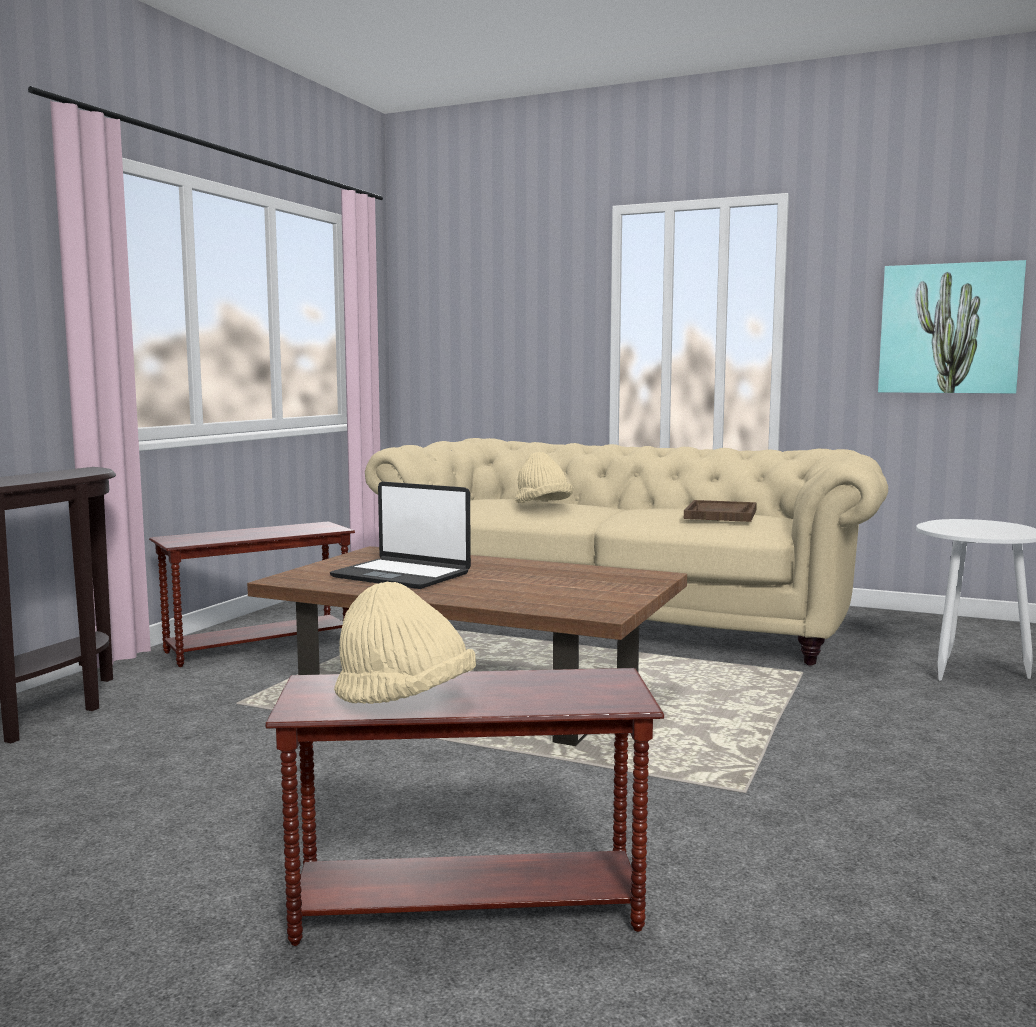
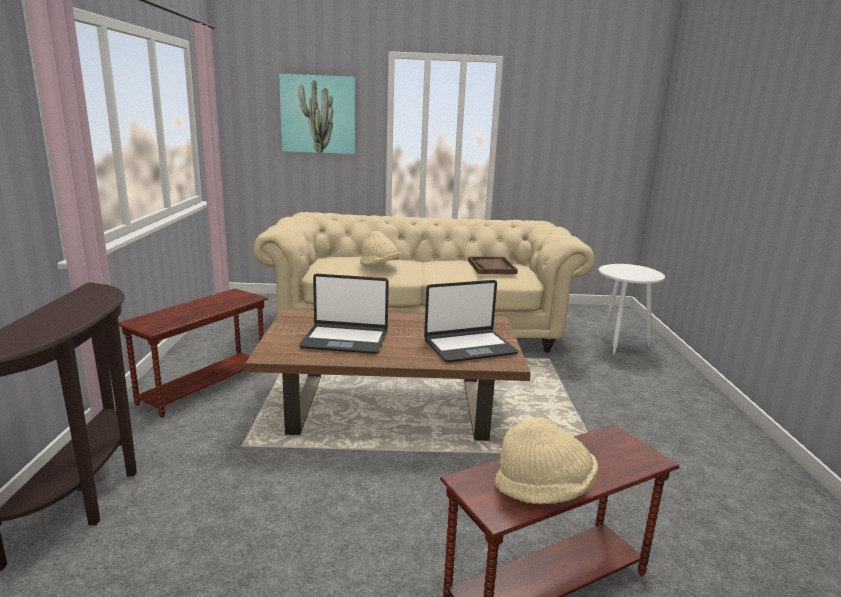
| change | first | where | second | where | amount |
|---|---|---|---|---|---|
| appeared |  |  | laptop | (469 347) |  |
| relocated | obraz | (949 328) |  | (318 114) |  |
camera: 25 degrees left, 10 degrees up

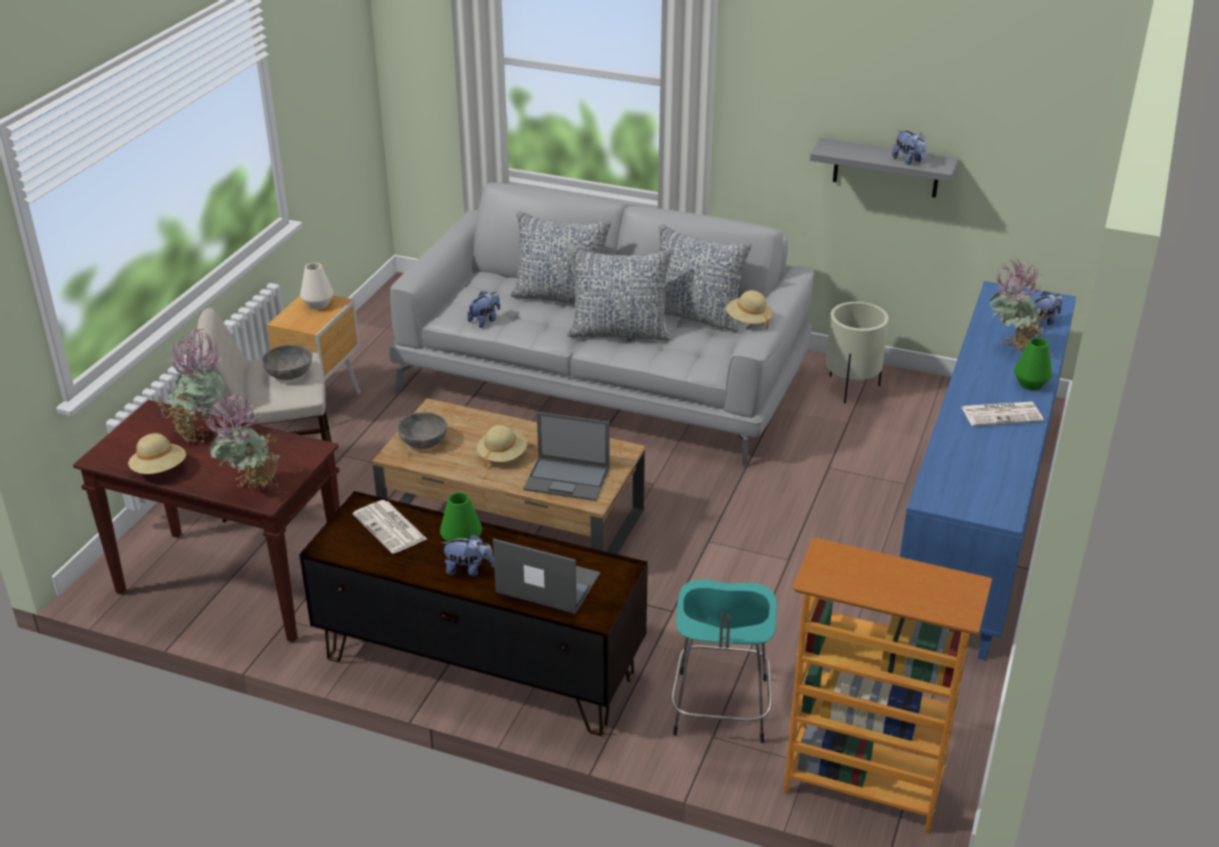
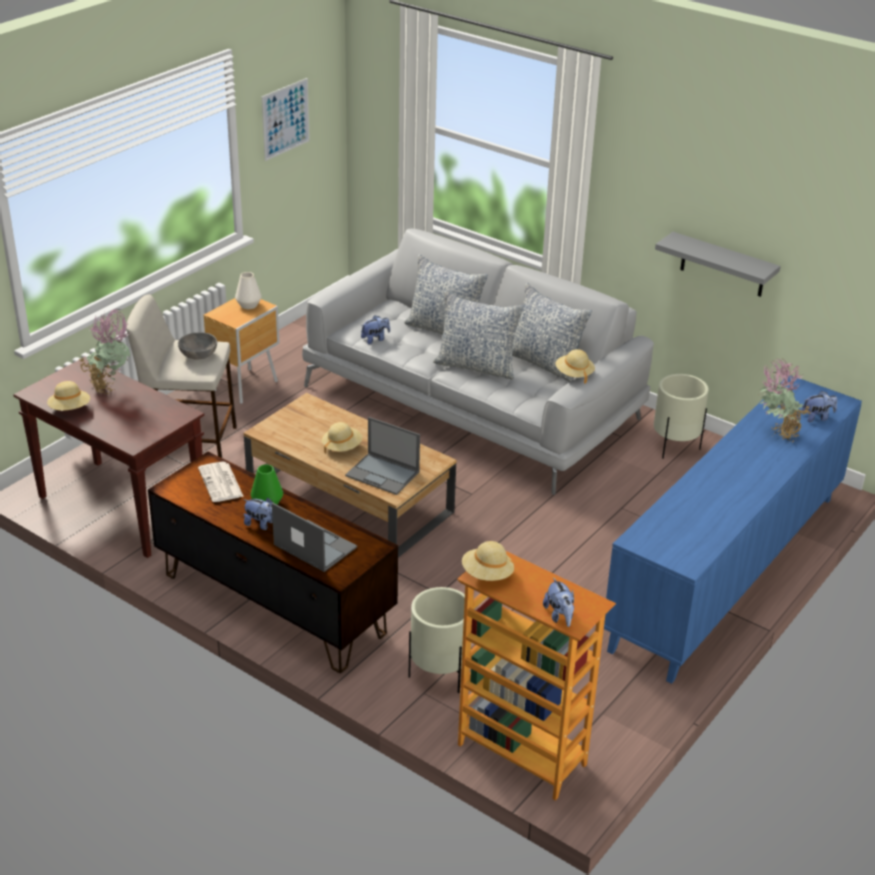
| change | first | where | second | where | amount |
|---|---|---|---|---|---|
| missing | roślina doniczkowa | (252 490) |  |  |  |
| missing | miska [szary] | (423 442) |  |  |  |
| missing | gazeta | (1002 414) |  |  |  |
| missing | wazon [zielony] | (1030 383) |  |  |  |
| appeared |  |  | obraz | (285 119) |  |
| appeared |  |  | kapelusz [beżowy] | (487 574) |  |
| relocated | pluszak | (909 161) |  | (559 616) |  |
| exchanged | stołek [turkusowy] | (720 710) | donica [beżowy] | (439 674) |  |
camera: 15 degrees right, 0 degrees up

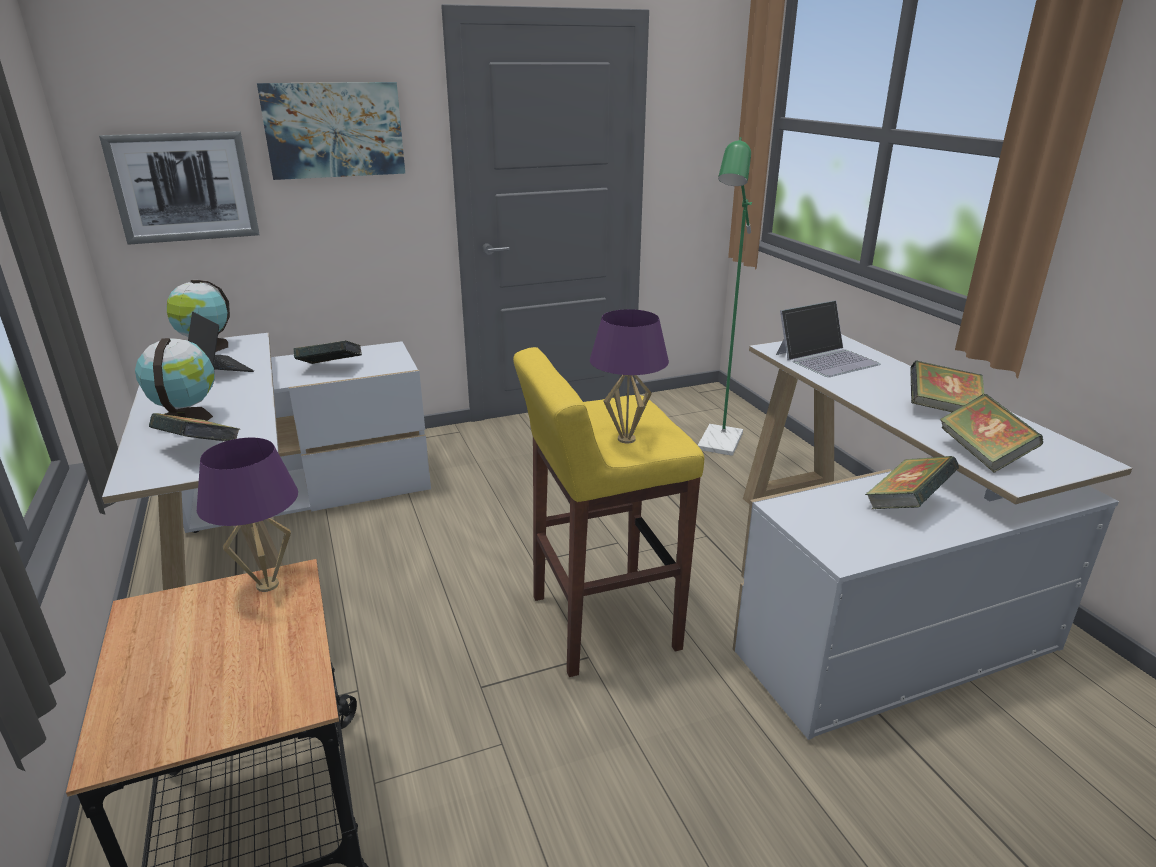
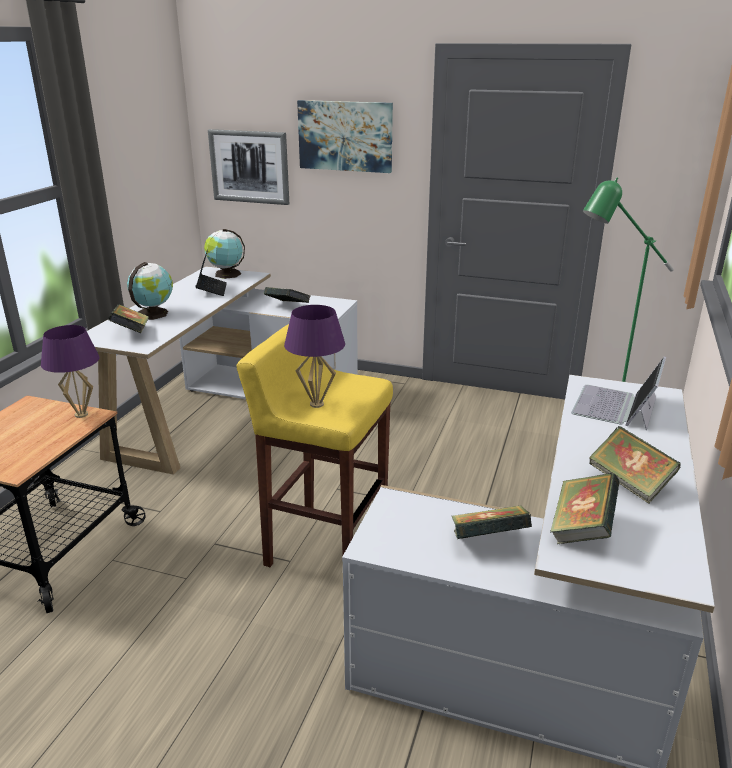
| change | first | where | second | where | amount |
|---|---|---|---|---|---|
| spun | laptop | (827 359) |  | (616 406) | 105 degrees clockwise |
camera: 40 degrees right, 0 degrees up

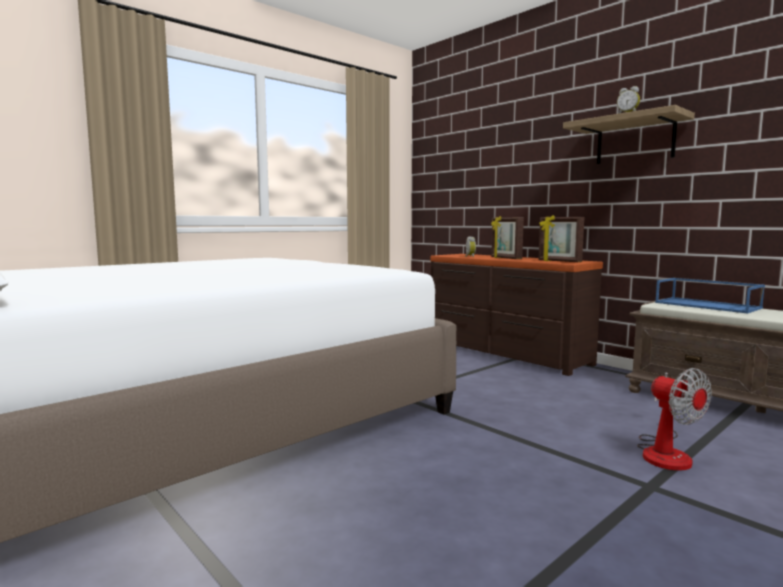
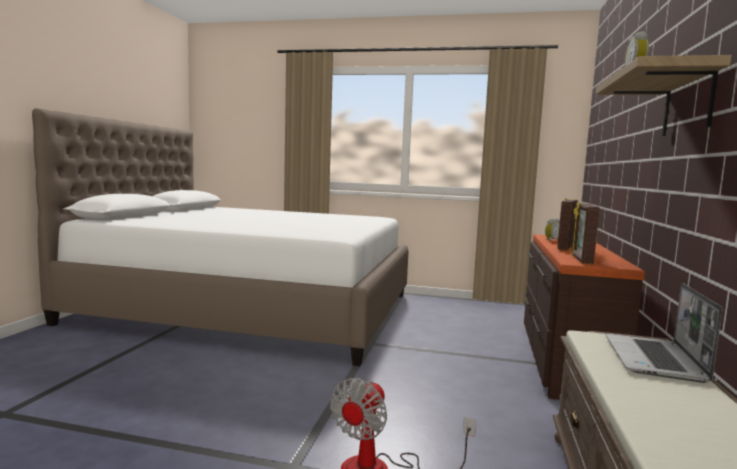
| change | first | where | second | where | amount |
|---|---|---|---|---|---|
| exchanged | taca [niebieski] | (708 305) | laptop | (655 360) |  |
camera: 55 degrees right, 0 degrees up

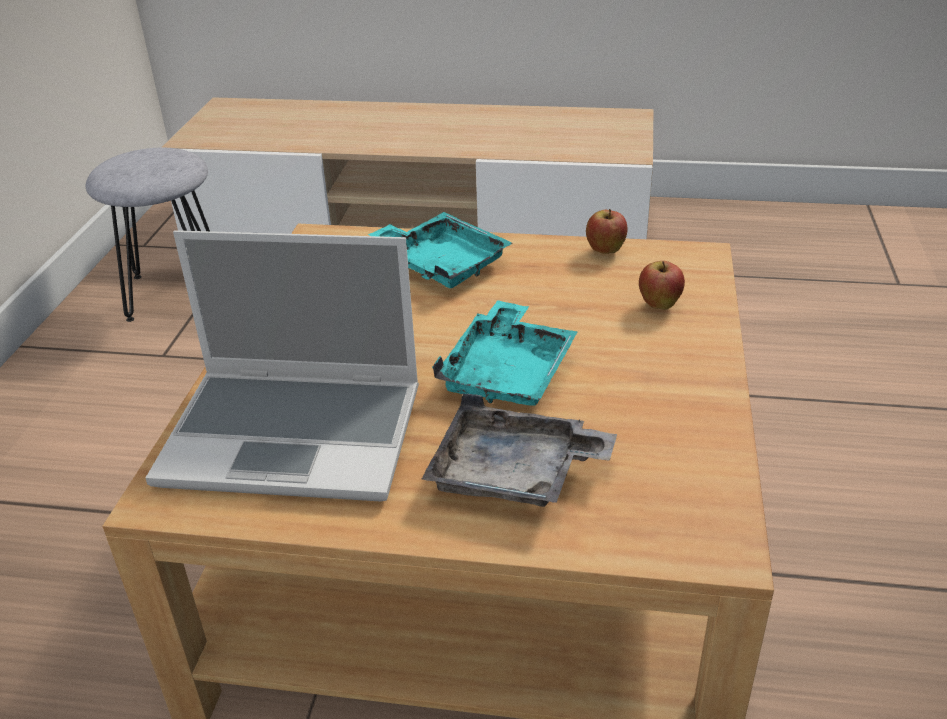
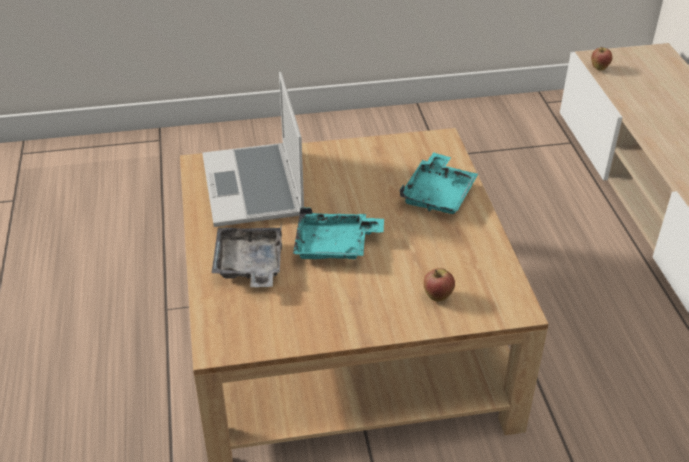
| change | first | where | second | where | amount |
|---|---|---|---|---|---|
| missing | stołek [szary] | (176 291) |  |  |  |
| relocated | jabłko | (605 251) |  | (599 68) |  |
camera: 70 degrees right, 5 degrees up

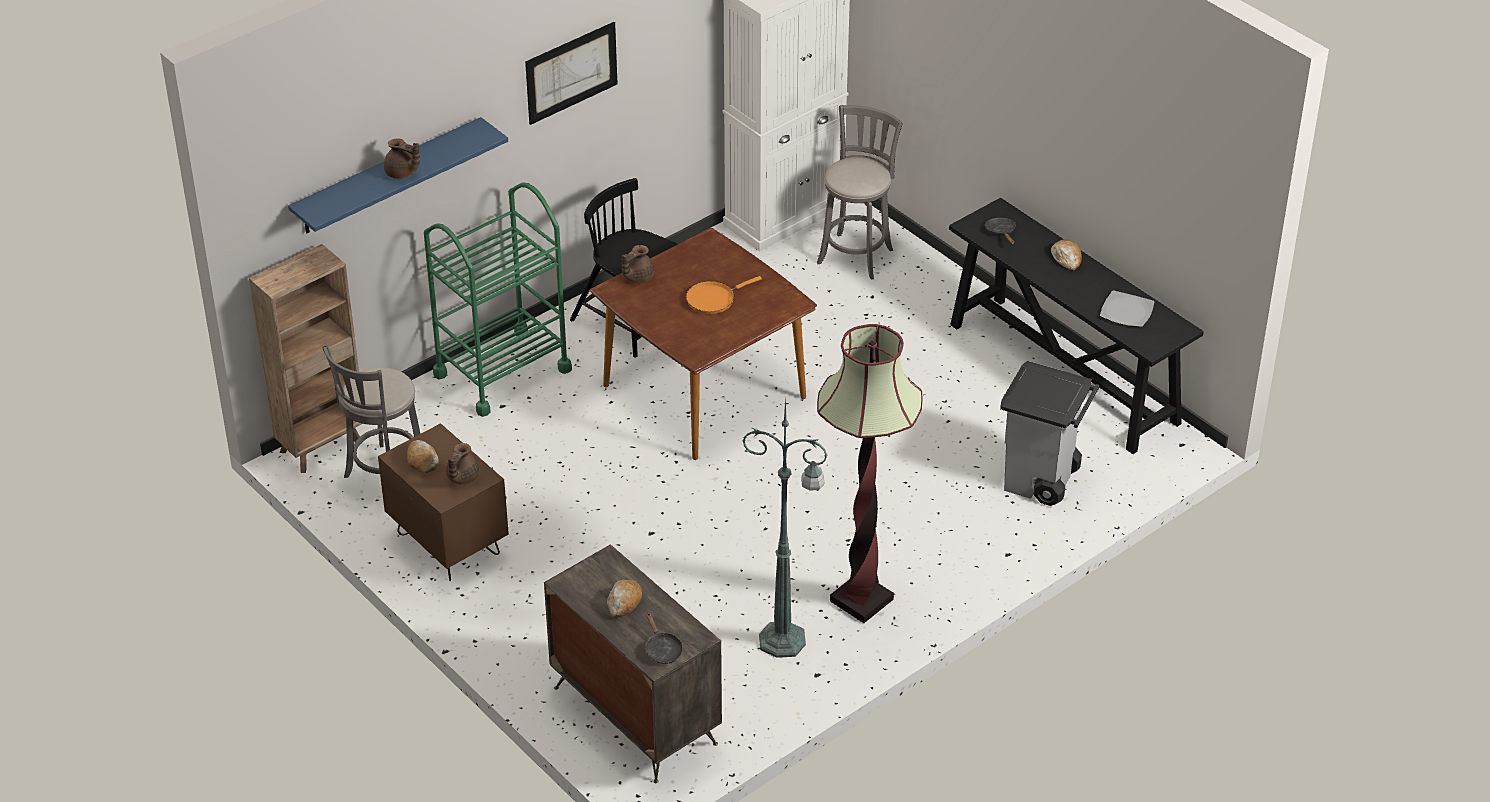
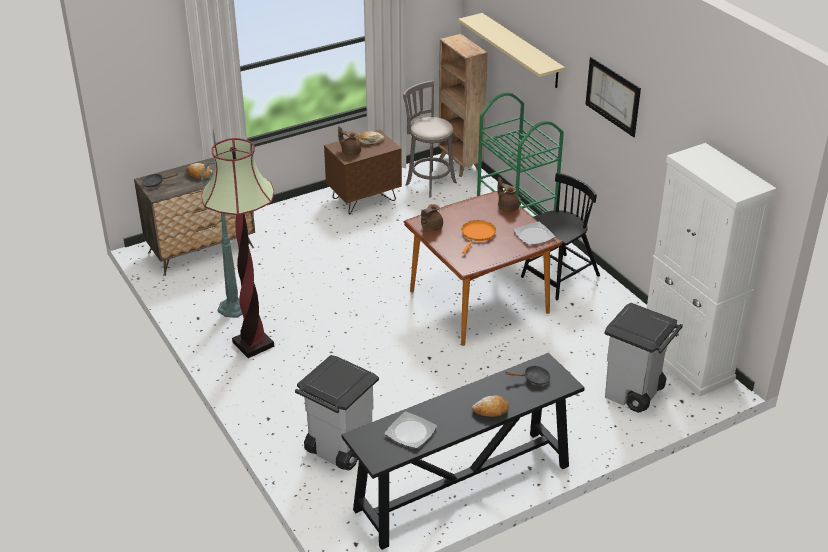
| change | first | where | second | where | amount |
|---|---|---|---|---|---|
| appeared |  |  | talerz | (534 235) |  |
| relocated | imbryk [brązowy] | (402 173) |  | (431 228) |  |
| exchanged | stołek [szary] | (856 254) | kosz na śmieci [szary] | (633 394) |  |
| colour | półka [niebieski] | (388 176) | półka [beżowy] | (521 50) |  |
| spun | patelnia [pomarańczowy] | (713 299) |  | (477 234) | 45 degrees clockwise |
camera: 100 degrees right, 5 degrees down

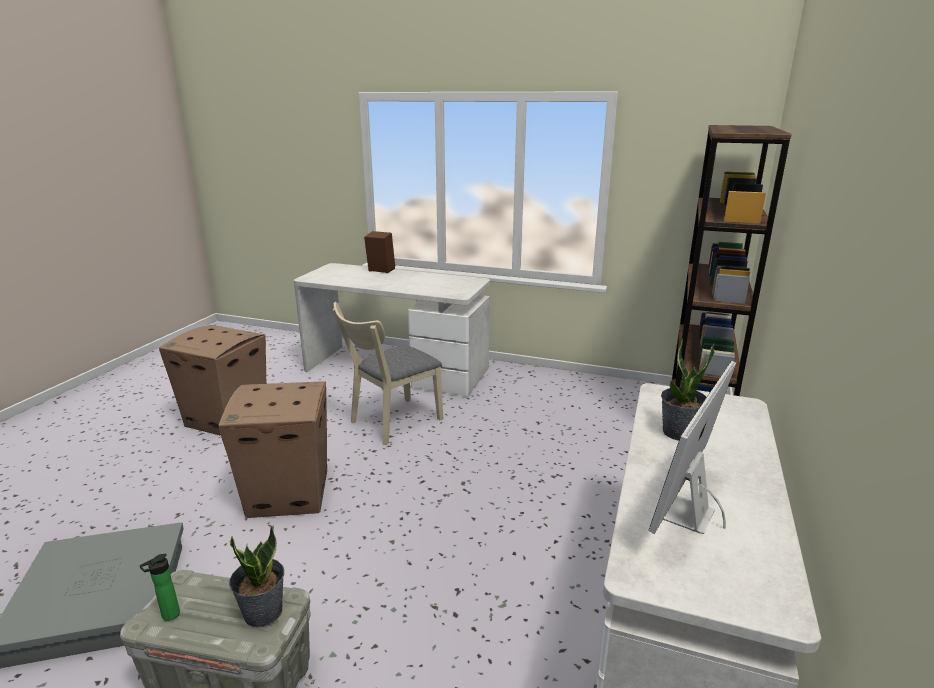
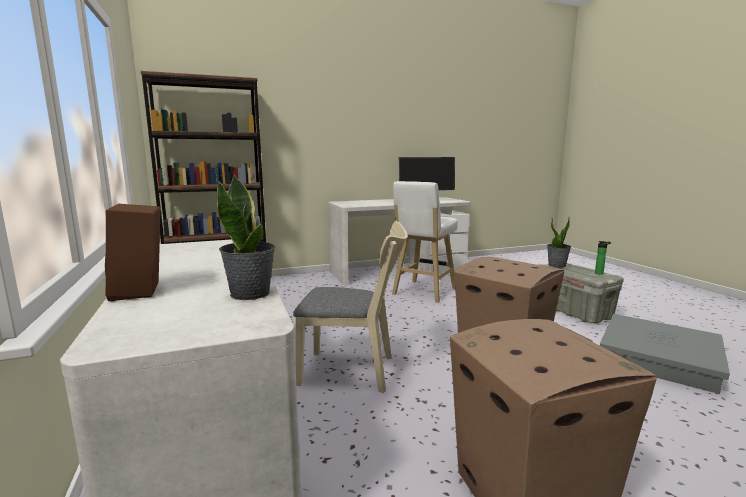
| change | first | where | second | where | amount |
|---|---|---|---|---|---|
| appeared |  |  | stołek [biały] | (423 292) |  |
| relocated | roślina doniczkowa | (679 433) |  | (251 293) |  |
camera: 130 degrees left, 10 degrees down

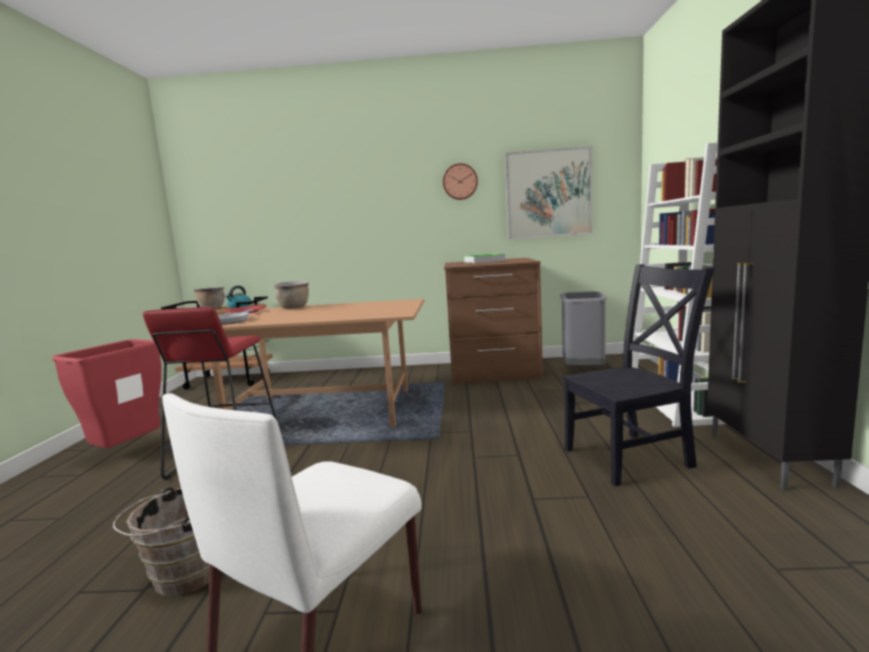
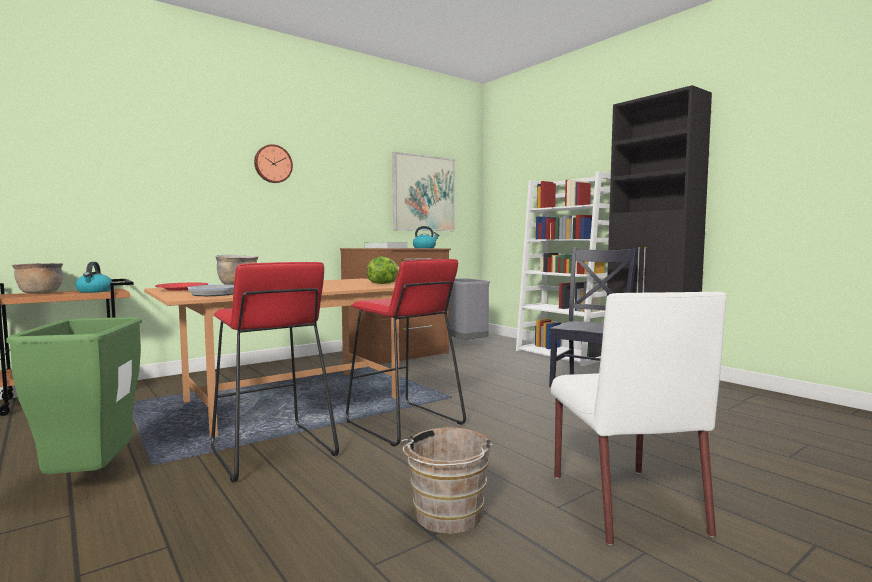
| change | first | where | second | where | amount |
|---|---|---|---|---|---|
| appeared |  |  | stołek [czerwony] | (404 423) |  |
| appeared |  |  | sałata | (384 283) |  |
| appeared |  |  | czajnik | (424 248) |  |
| relocated | zegar ścienny | (460 182) |  | (273 164) |  |
| colour | kosz na śmieci [czerwony] | (128 451) | kosz na śmieci [zielony] | (92 479) |  |
camera: 40 degrees left, 5 degrees down

